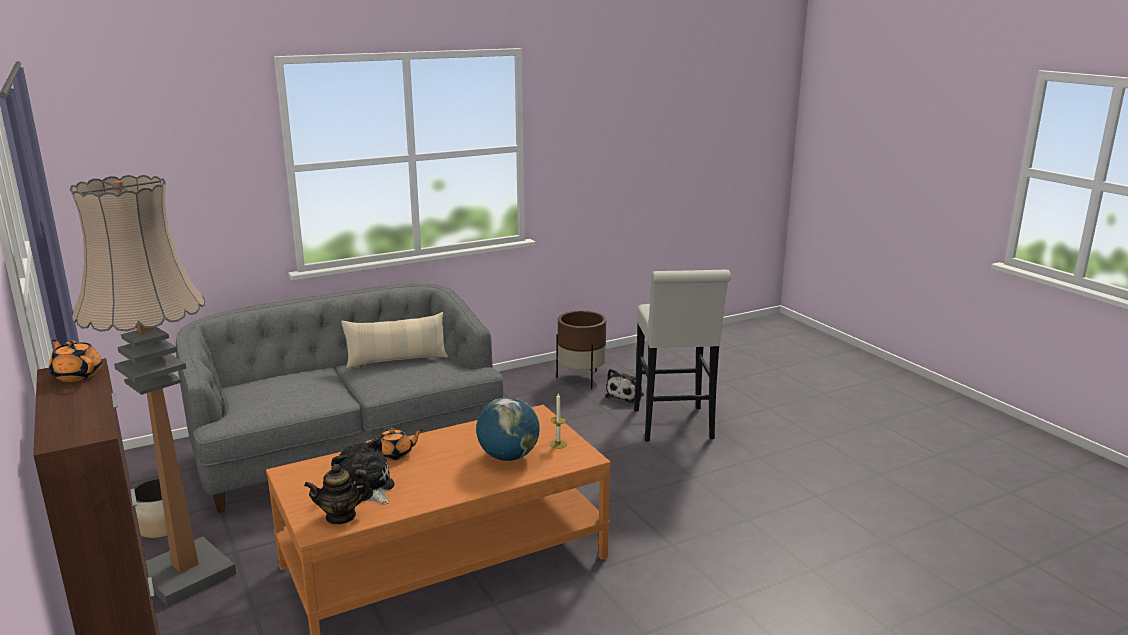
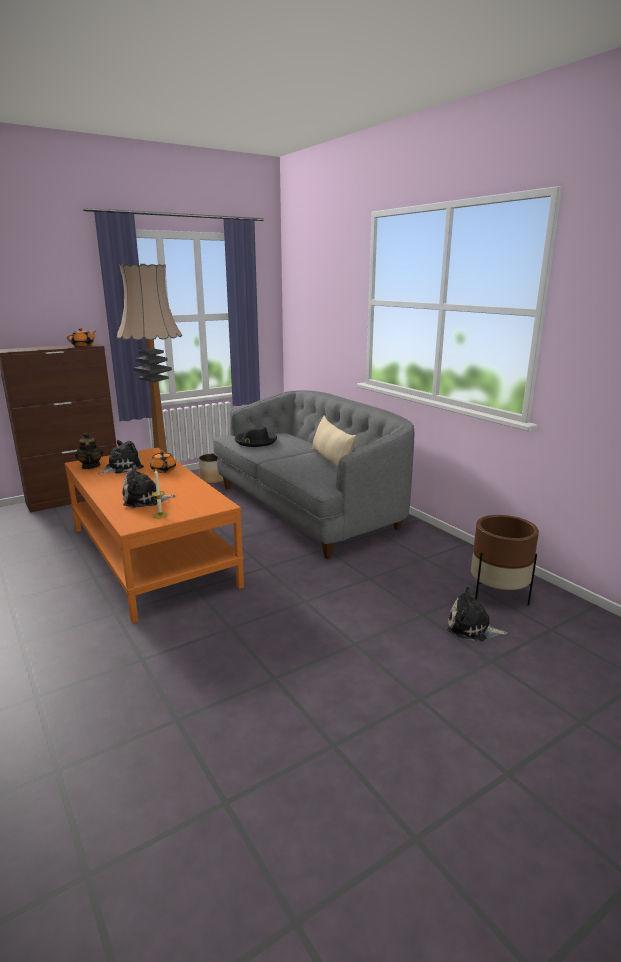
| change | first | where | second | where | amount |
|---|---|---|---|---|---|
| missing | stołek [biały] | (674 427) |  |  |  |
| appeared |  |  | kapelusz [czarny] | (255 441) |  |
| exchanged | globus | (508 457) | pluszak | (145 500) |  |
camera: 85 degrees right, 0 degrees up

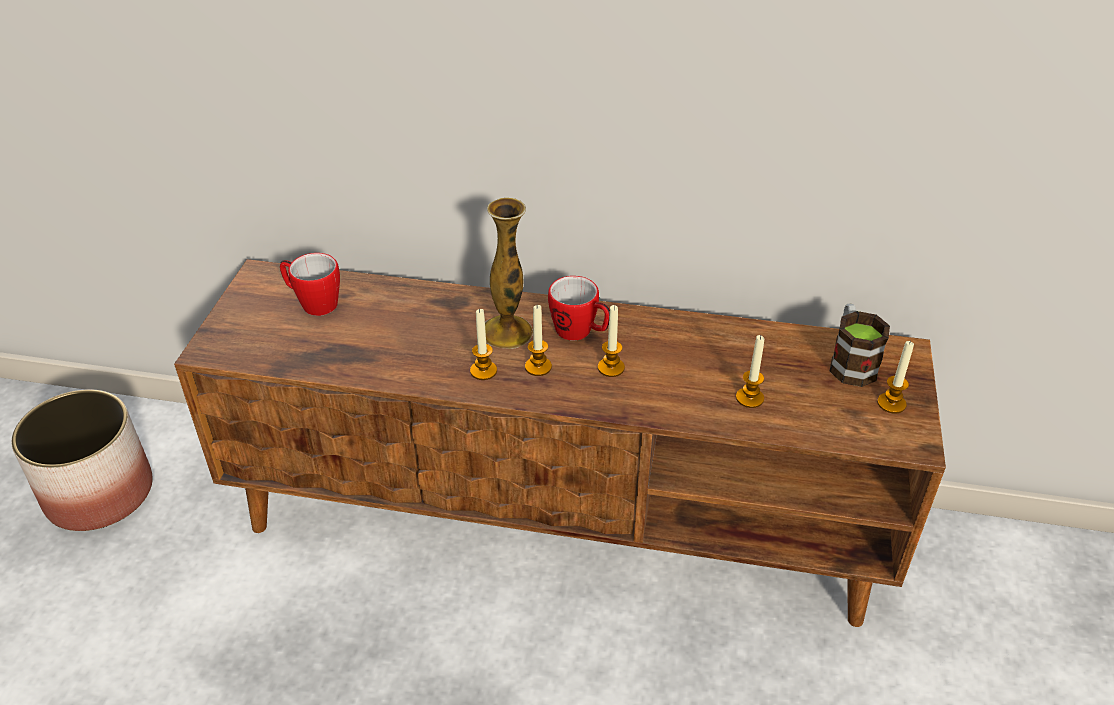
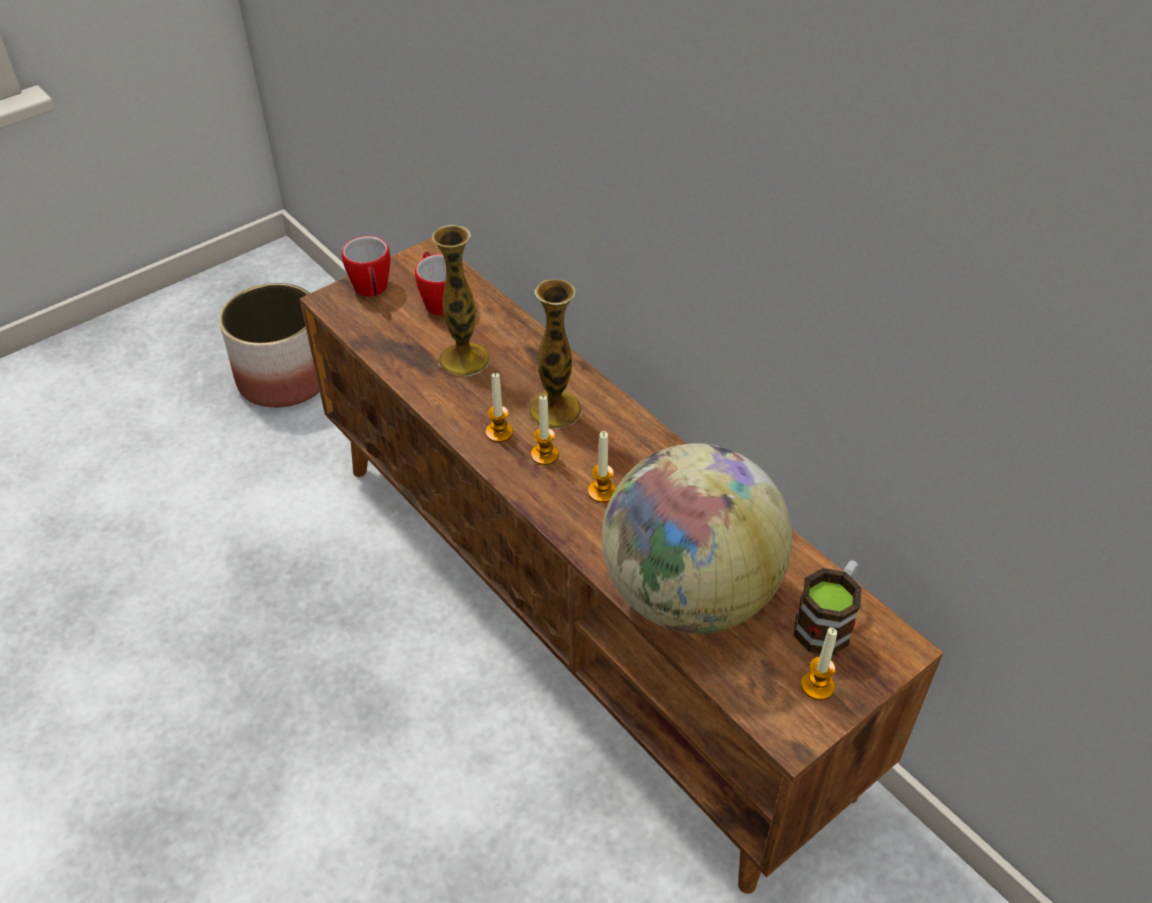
| change | first | where | second | where | amount |
|---|---|---|---|---|---|
| appeared |  |  | wazon | (464 359) |  |
| relocated | kubek | (580 332) |  | (372 291) |  |
| exchanged | świeca | (749 398) | globus | (688 594) |  |
camera: 40 degrees right, 5 degrees up

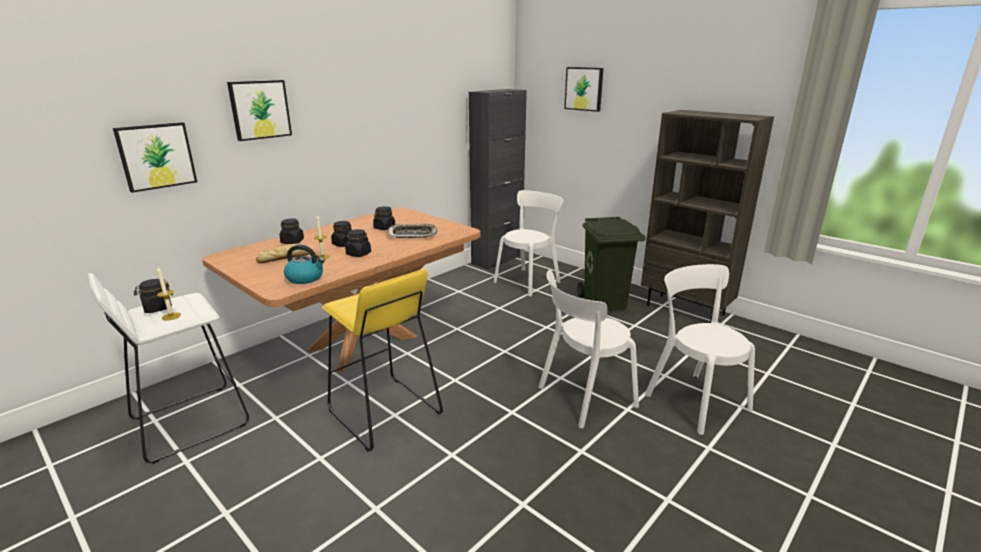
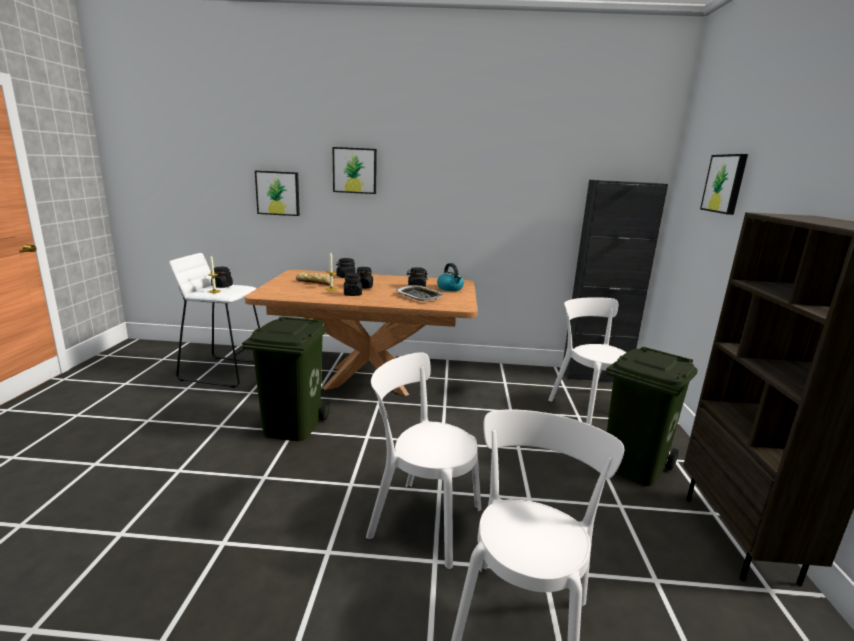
| change | first | where | second | where | amount |
|---|---|---|---|---|---|
| relocated | czajnik | (305 278) |  | (450 288) |  |
| exchanged | stołek [żółty] | (384 413) | kosz na śmieci [zielony] | (291 426) |  |
| spun | krzesło [biały] | (528 281) |  | (587 405) | 120 degrees counterclockwise |
camera: 50 degrees right, 5 degrees down

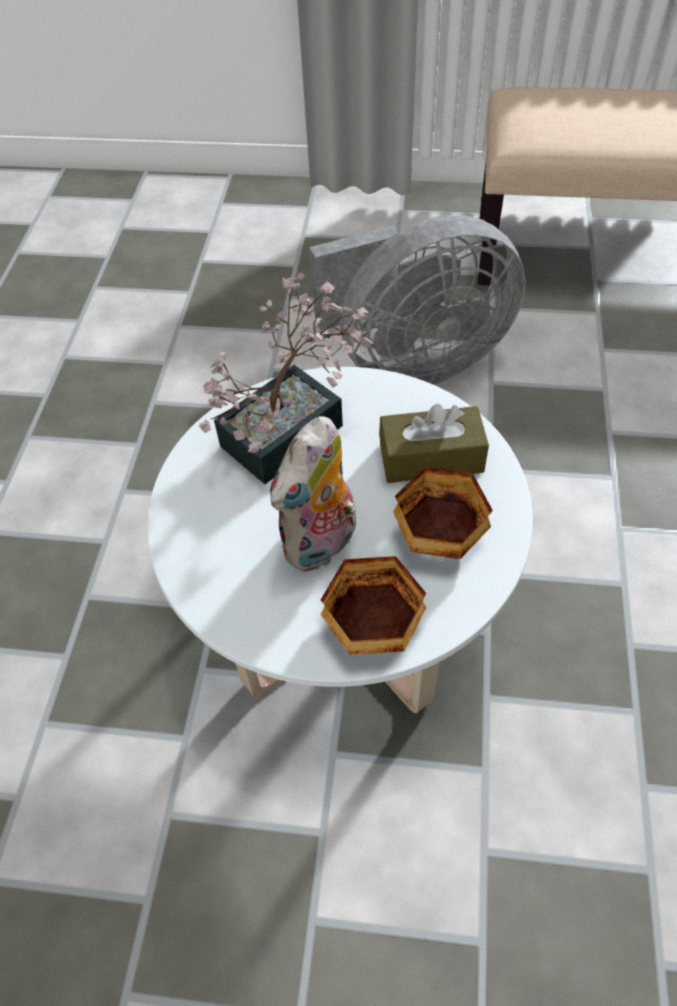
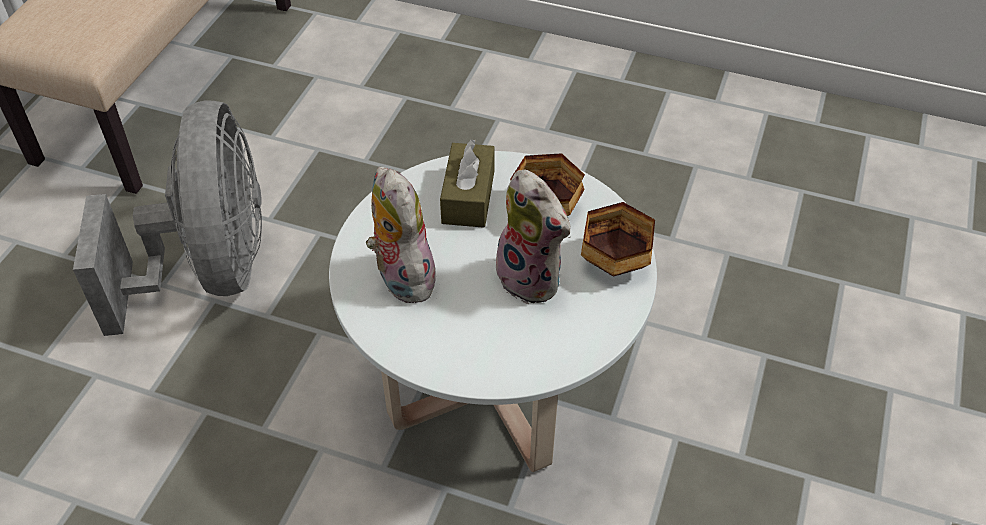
| change | first | where | second | where | amount |
|---|---|---|---|---|---|
| exchanged | roślina doniczkowa | (293 428) | pluszak | (401 277) |  |
camera: 80 degrees left, 5 degrees down

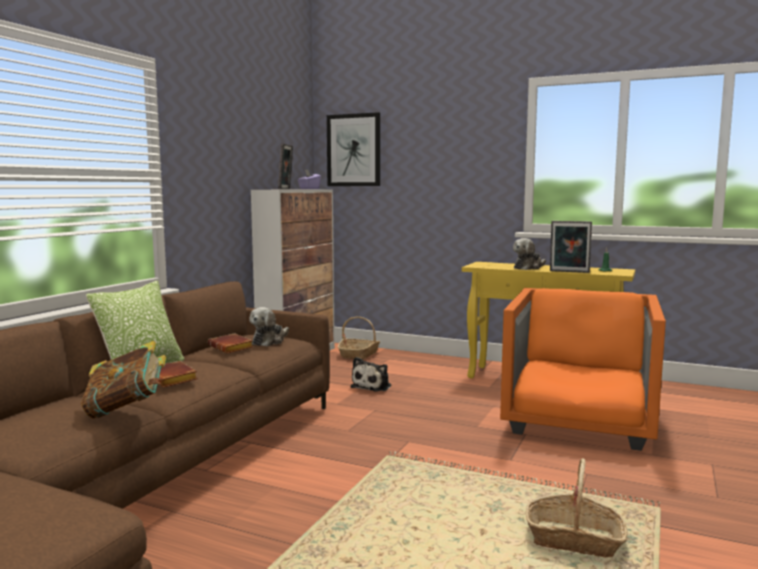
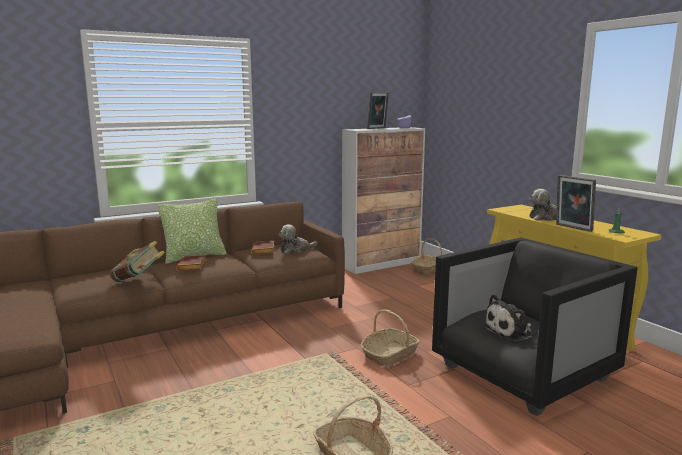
| change | first | where | second | where | amount |
|---|---|---|---|---|---|
| missing | obraz | (353 150) |  |  |  |
| appeared |  |  | koszyk | (389 355) |  |
| relocated | pluszak | (373 386) |  | (510 331) |  |
| colour | fotel [pomarańczowy] | (579 421) | fotel [czarny] | (523 373) |  |
camera: 35 degrees right, 5 degrees up

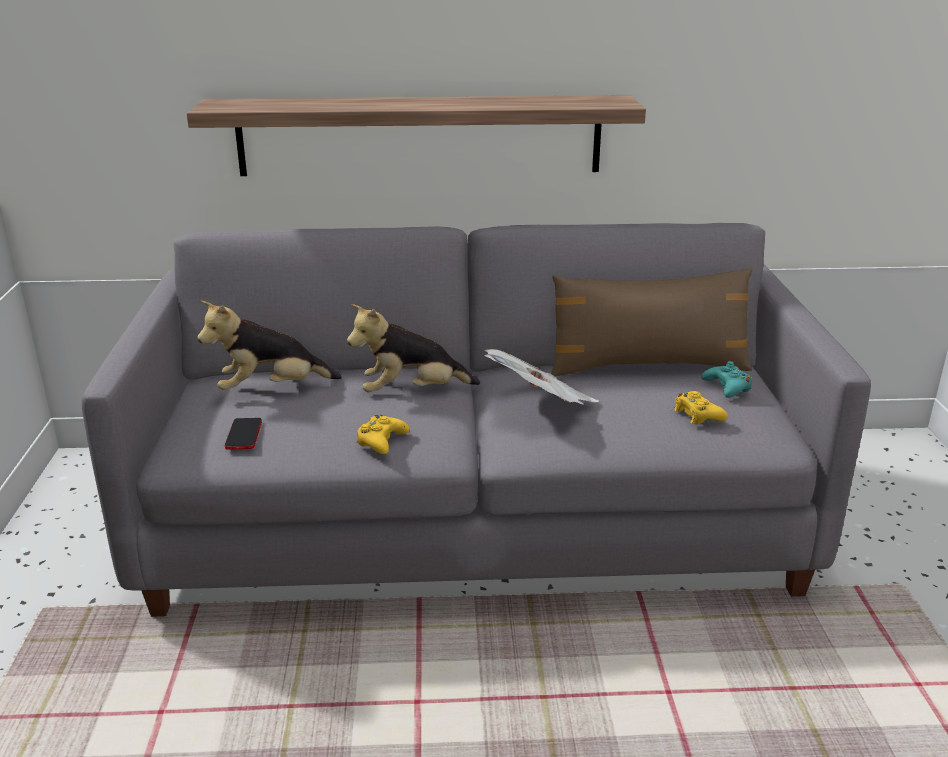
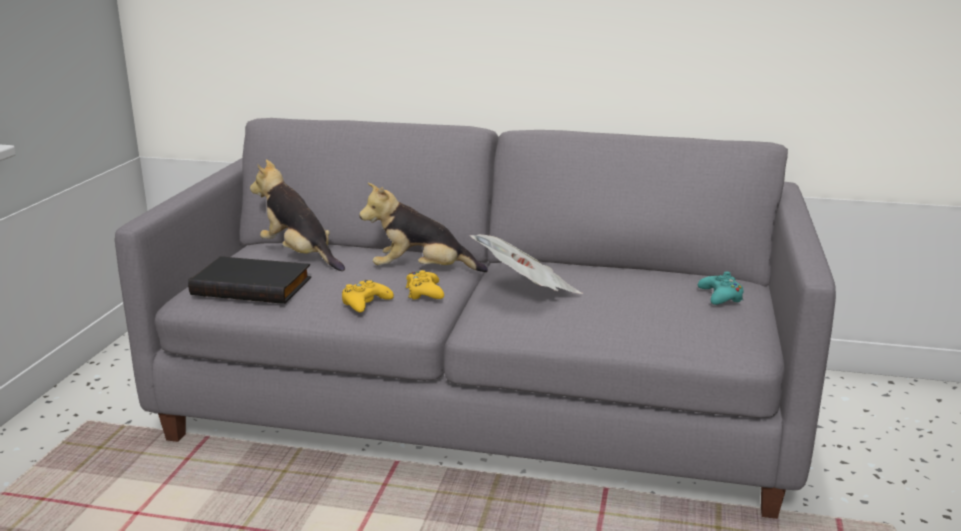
| change | first | where | second | where | amount |
|---|---|---|---|---|---|
| missing | półka | (420 135) |  |  |  |
| missing | poduszka [brązowy] | (647 366) |  |  |  |
| relocated | pad do gier [żółty] | (697 414) |  | (424 292) |  |
| exchanged | telefon | (244 435) | książka [czarny] | (253 285) |  |
| spun | pluszak | (271 389) |  | (299 256) | 45 degrees clockwise |
camera: 15 degrees right, 5 degrees down

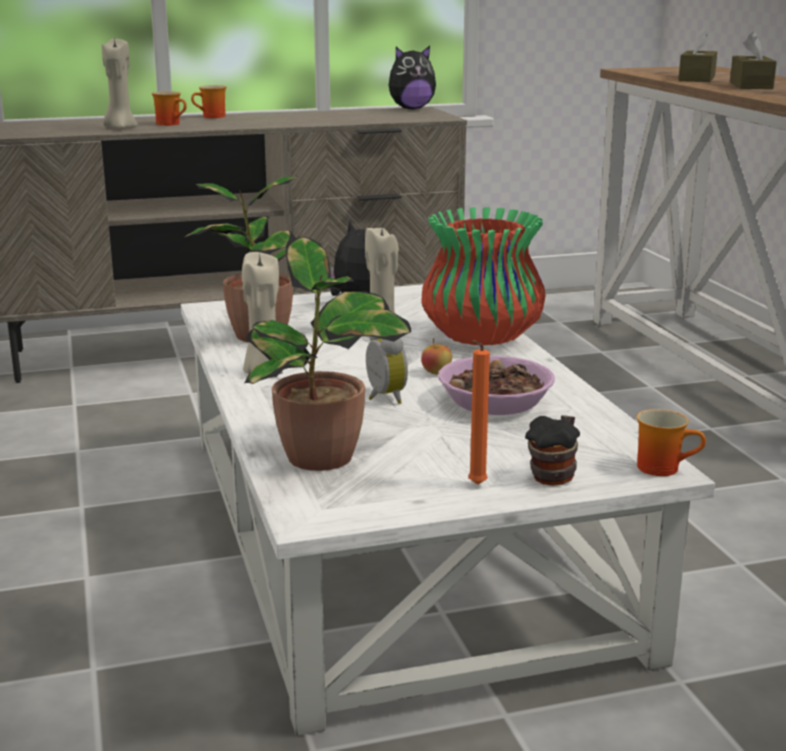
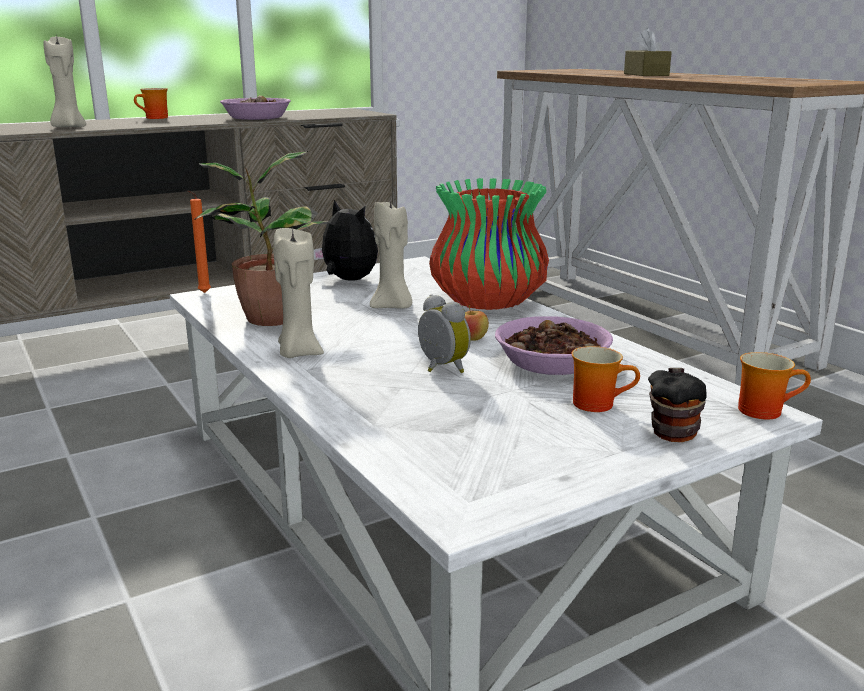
| change | first | where | second | where | amount |
|---|---|---|---|---|---|
| missing | roślina doniczkowa | (322 459) |  |  |  |
| missing | pluszak | (411 109) |  |  |  |
| missing | pudełko chusteczek [brązowy] | (696 78) |  |  |  |
| appeared |  |  | miska | (257 118) |  |
| relocated | kubek | (171 124) |  | (598 403) |  |
| relocated | świeca [pomarańczowy] | (475 485) |  | (203 293) |  |
camera: 15 degrees left, 0 degrees up

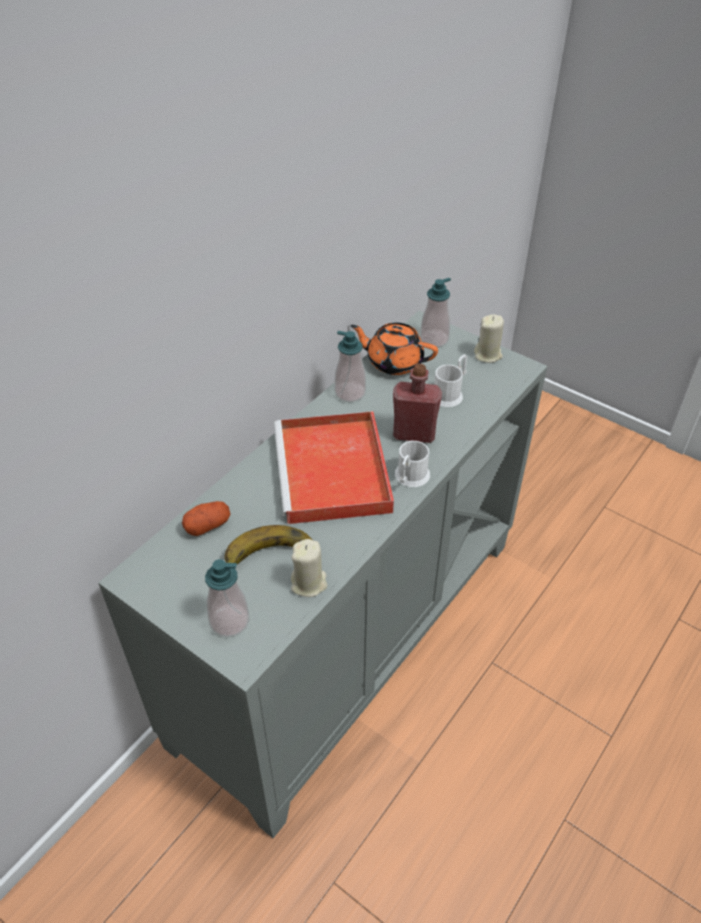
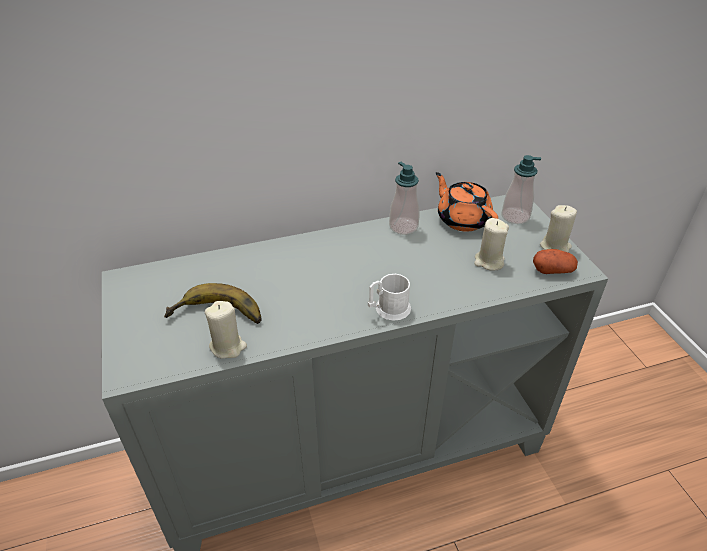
| change | first | where | second | where | amount |
|---|---|---|---|---|---|
| missing | dozownik mydła | (229 621) |  |  |  |
| missing | taca [czerwony] | (334 473) |  |  |  |
| missing | butelka [czerwony] | (414 434) |  |  |  |
| relocated | ziemniak | (208 525) |  | (552 270) |  |
| exchanged | kubek [biały] | (450 393) | świeca [beżowy] | (489 261) |  |
camera: 35 degrees right, 5 degrees down

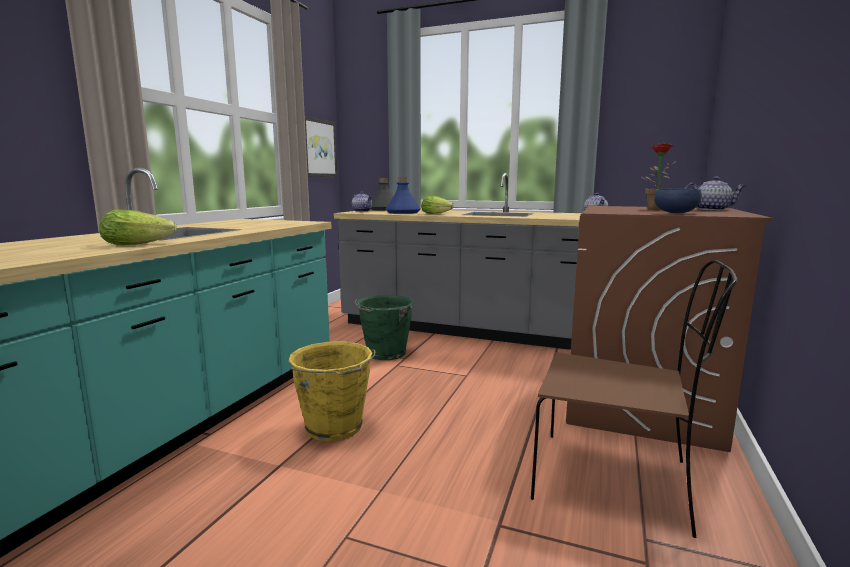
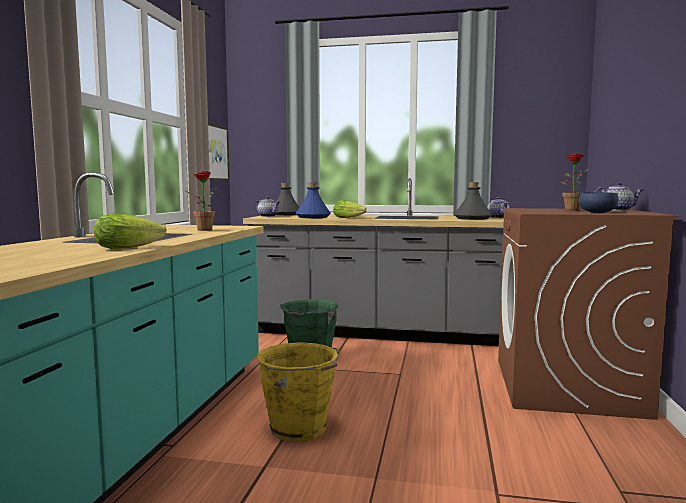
| change | first | where | second | where | amount |
|---|---|---|---|---|---|
| missing | krzesło [brązowy] | (616 481) |  |  |  |
| appeared |  |  | roślina doniczkowa | (201 230) |  |
| appeared |  |  | butelka [szary] | (472 218) |  |
camera: 10 degrees left, 5 degrees down

